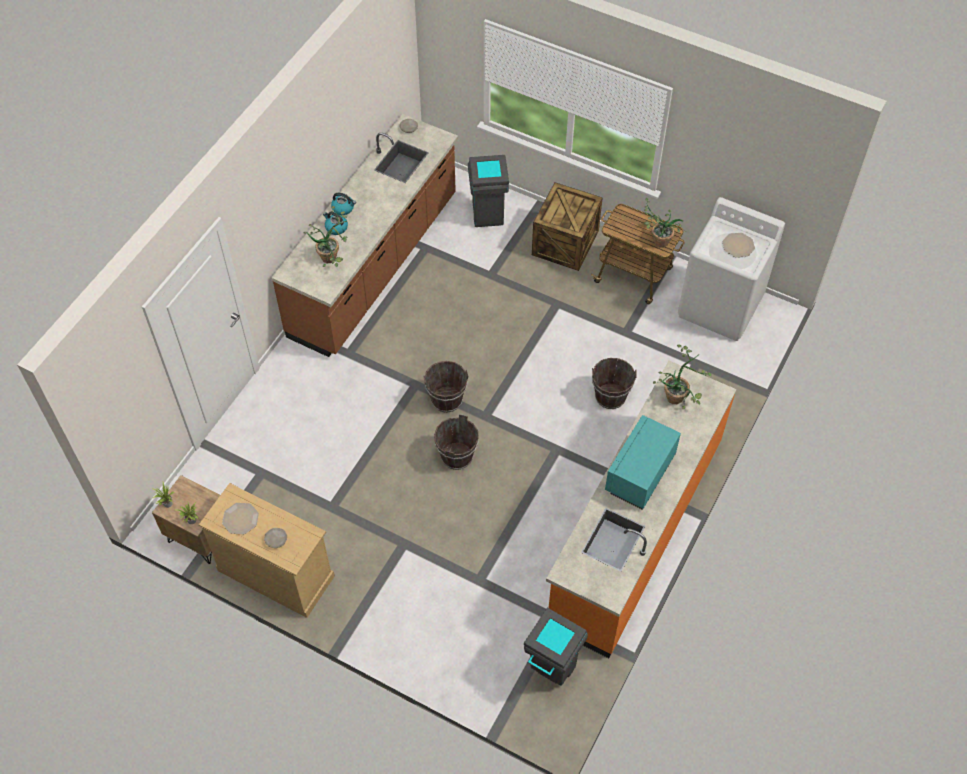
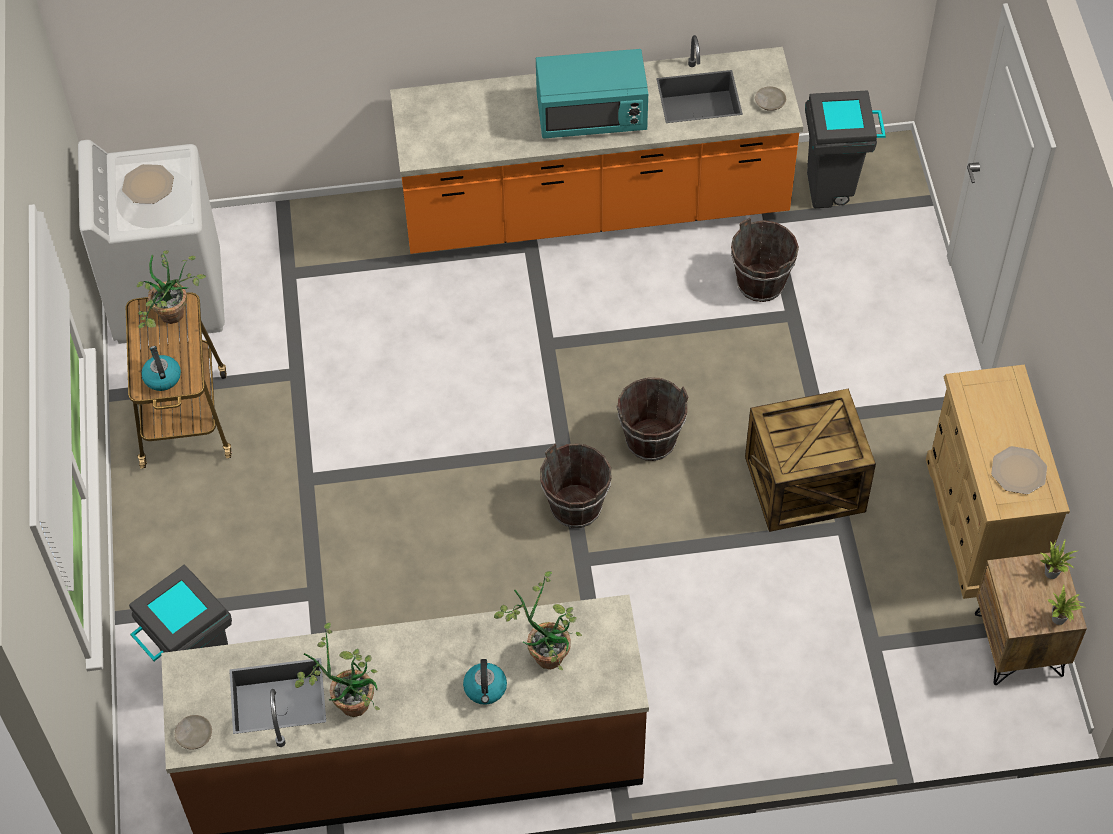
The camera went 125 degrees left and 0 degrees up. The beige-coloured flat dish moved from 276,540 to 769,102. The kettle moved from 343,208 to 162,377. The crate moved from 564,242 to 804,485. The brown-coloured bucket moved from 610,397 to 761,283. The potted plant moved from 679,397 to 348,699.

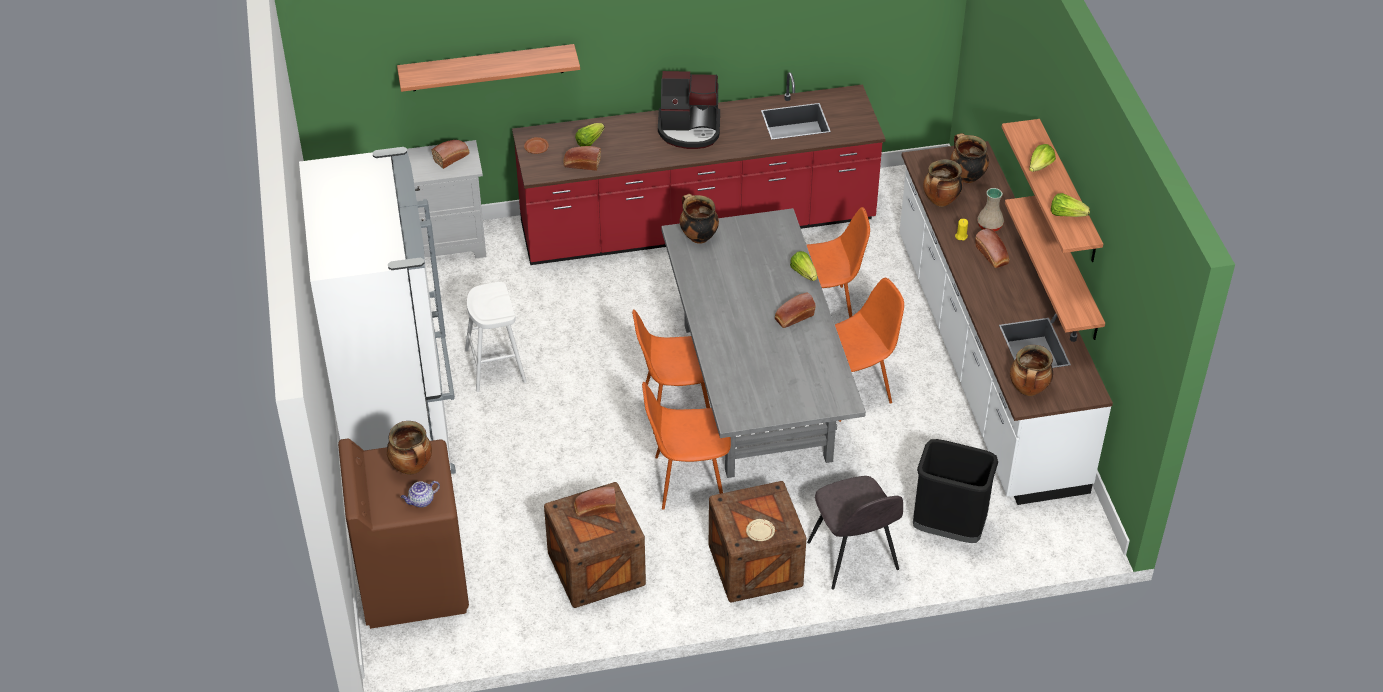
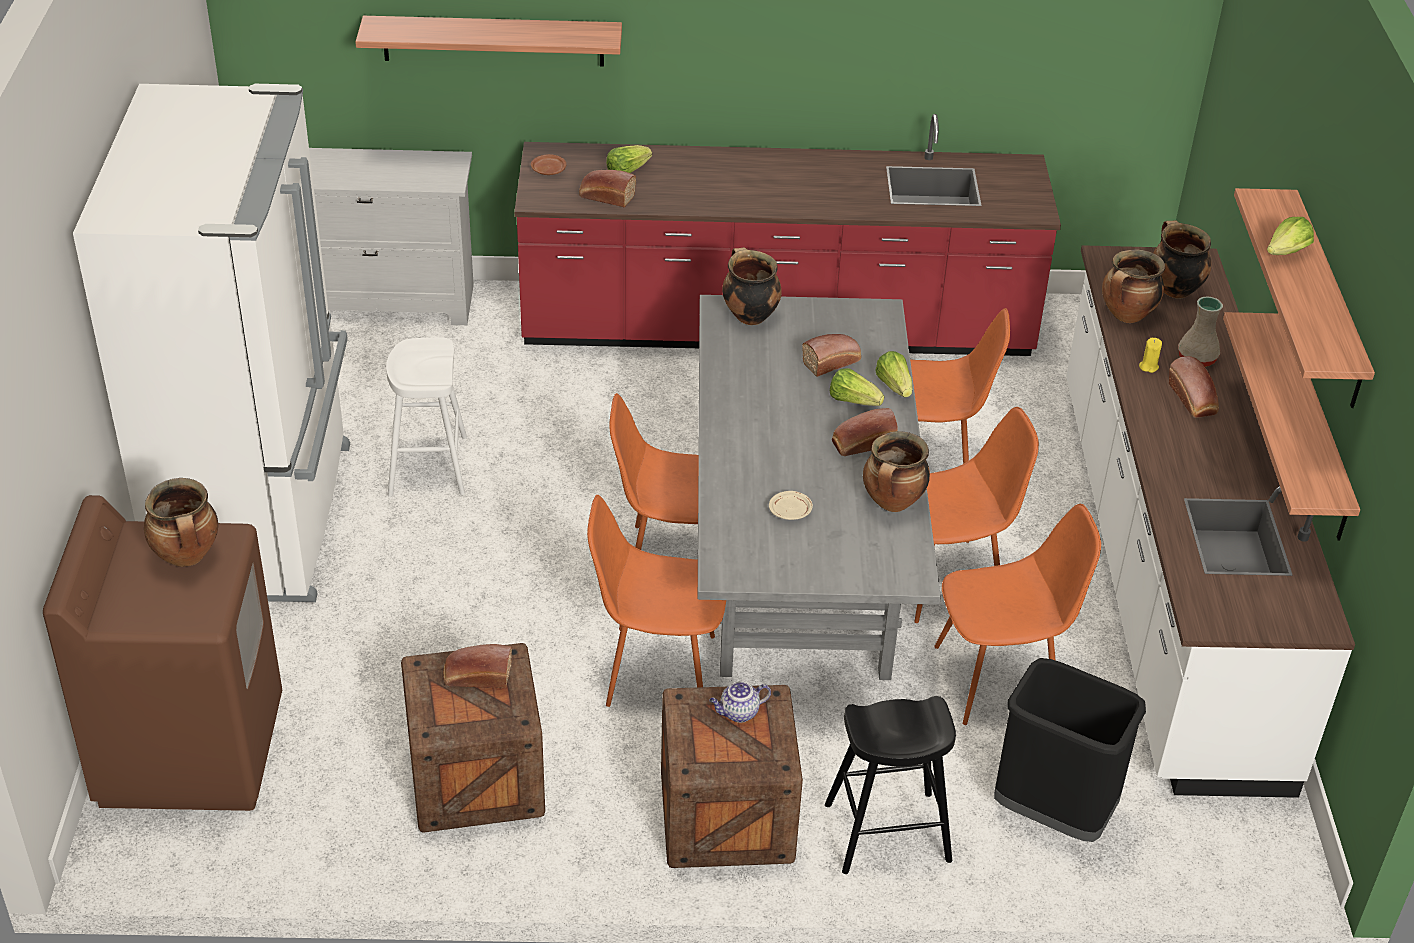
The camera went 10 degrees right and 5 degrees down. The tea pot moved from 421,501 to 738,713. The bakery bread moved from 452,157 to 832,362. The coffee machine at 689,130 disappeared. The beige-coloured flat dish moved from 760,533 to 790,511. The grey plain chair at 853,558 was replaced by the black-coloured sitting stool at 888,832. The cooking pot moved from 1029,390 to 893,503. The head of lettuce moved from 1066,214 to 853,400. The orangey plain chair at 1000,679 appeared.

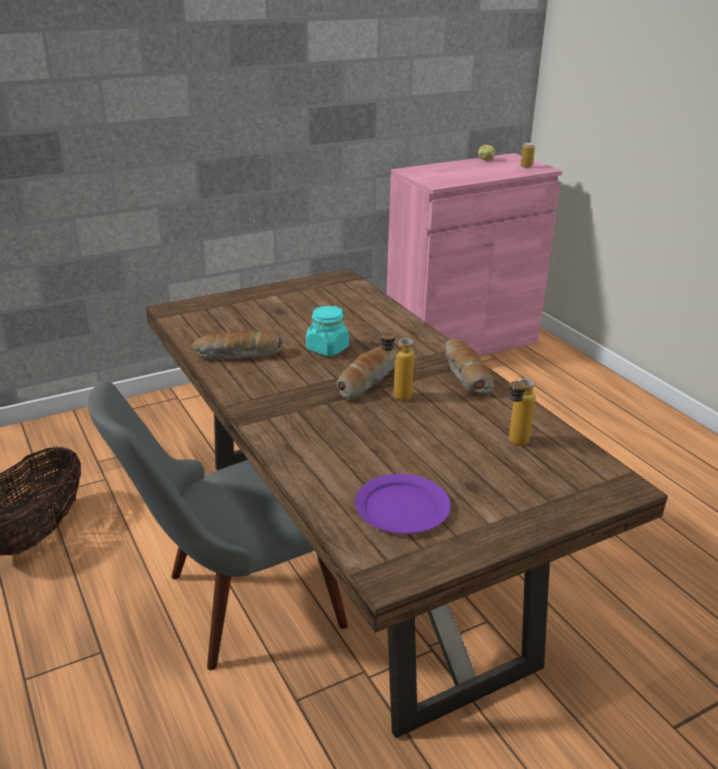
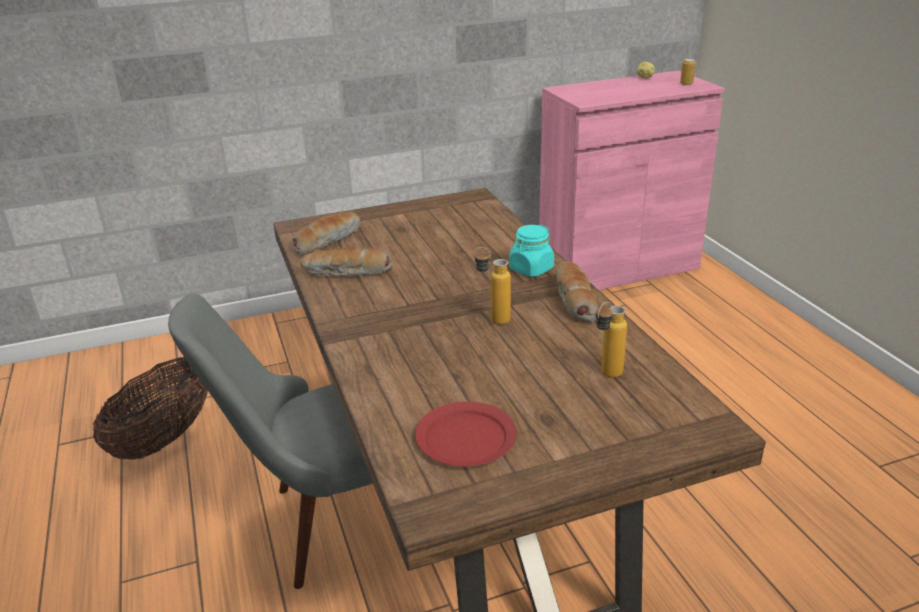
The camera went 10 degrees right and 0 degrees up. The blue-green storage jar moved from 327,349 to 531,269. The bakery bread moved from 366,380 to 327,241. The purple flat dish at 402,508 became the reddish flat dish at 465,438.

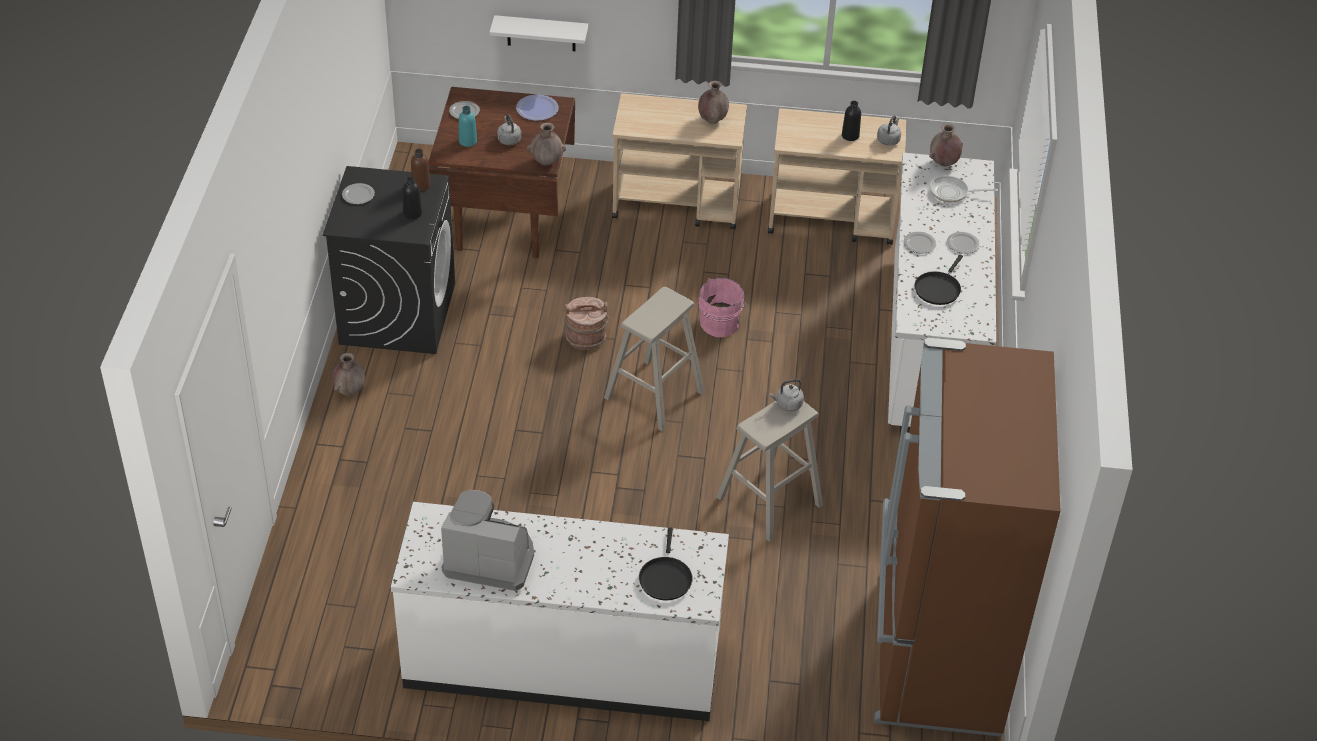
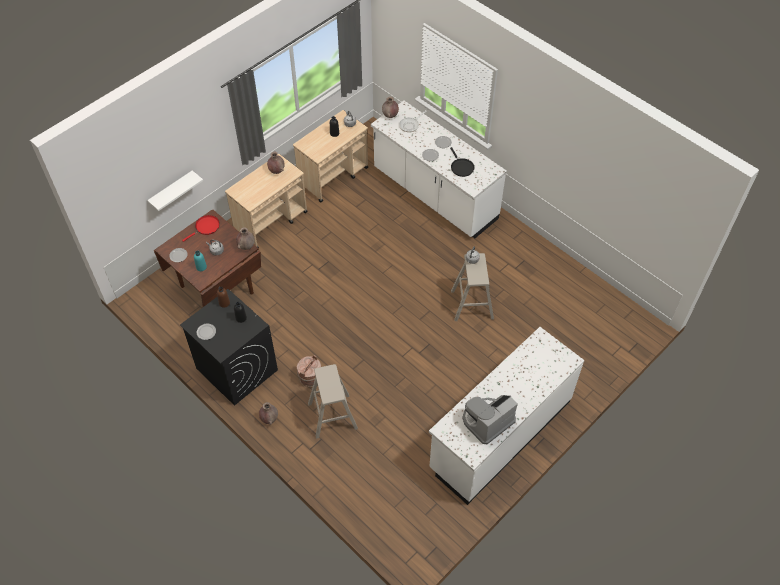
The camera went 50 degrees left and 10 degrees up. The flat dish at 537,109 was replaced by the reddish pan at 206,227. The brown-coloured bucket moved from 586,337 to 310,377. The beige-coloured sitting stool moved from 654,394 to 332,416. The black-coloured pan at 665,578 disappeared. The pink-coloured bucket at 721,322 disappeared. The brown-coloured fridge at 935,653 disappeared.

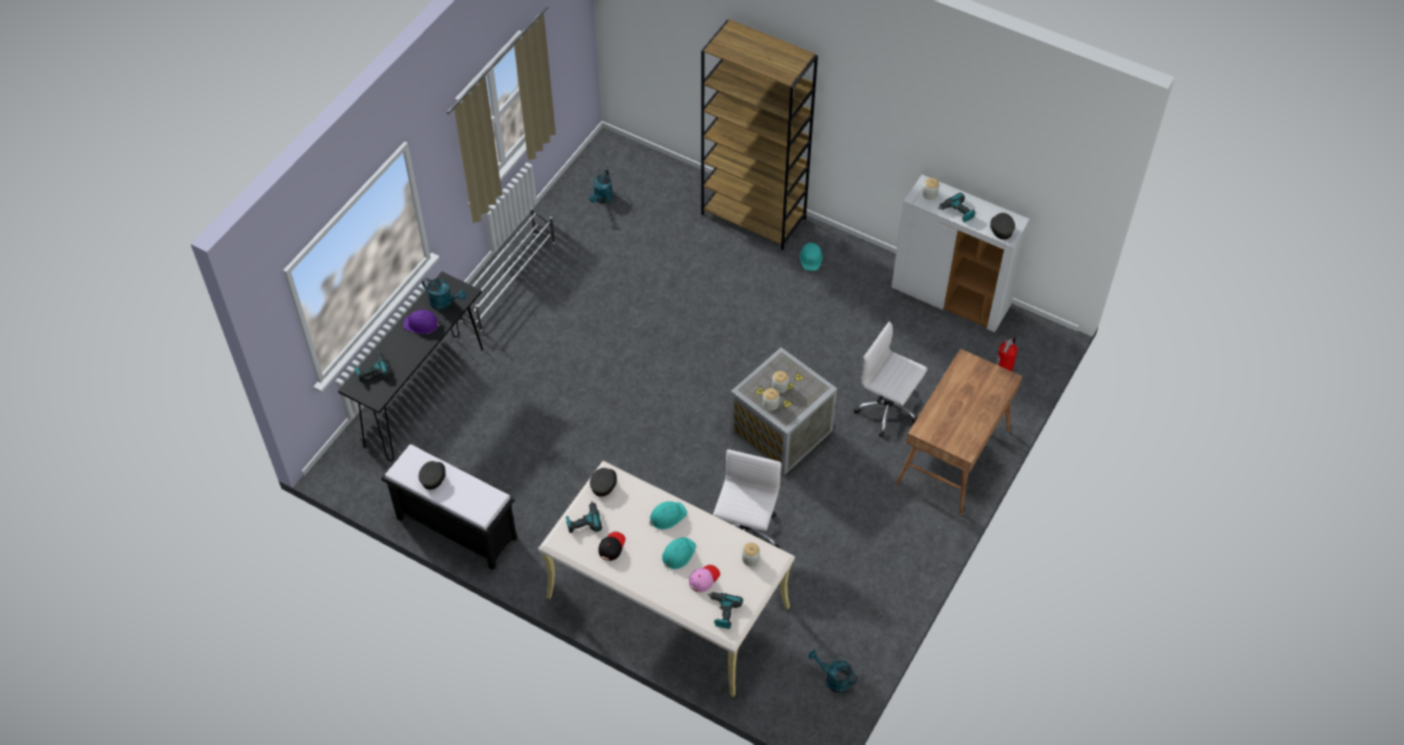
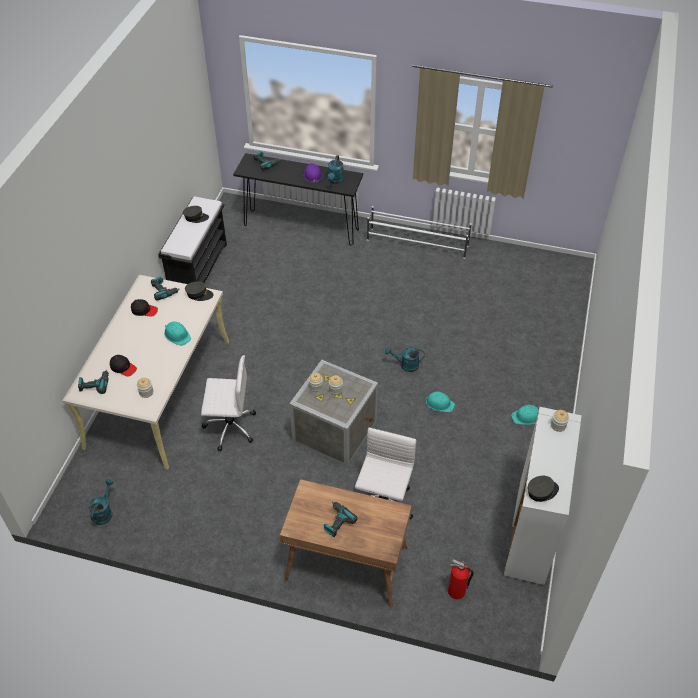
The camera went 75 degrees right and 5 degrees down. The blue-green sprinkling can moved from 602,198 to 406,365. The blue-green work helmet moved from 678,554 to 439,403. The pink-coloured cap at 704,579 became the black-coloured cap at 123,368. The brown-coloured bookcase at 754,216 disappeared. The power drill moved from 957,212 to 336,521.

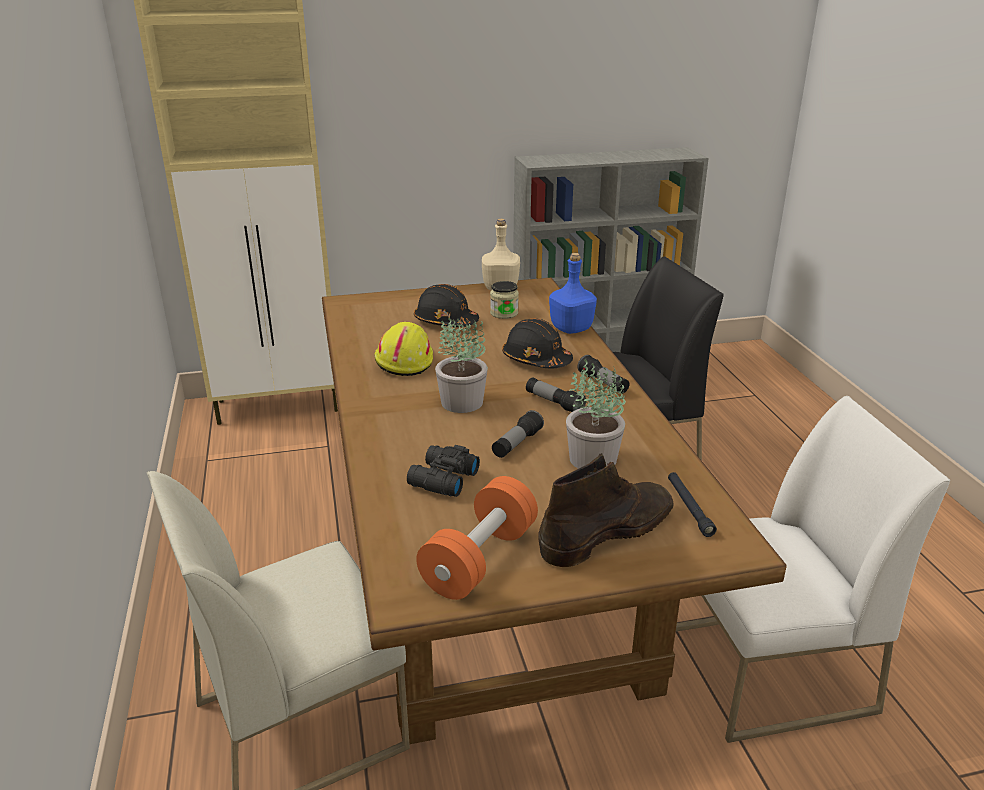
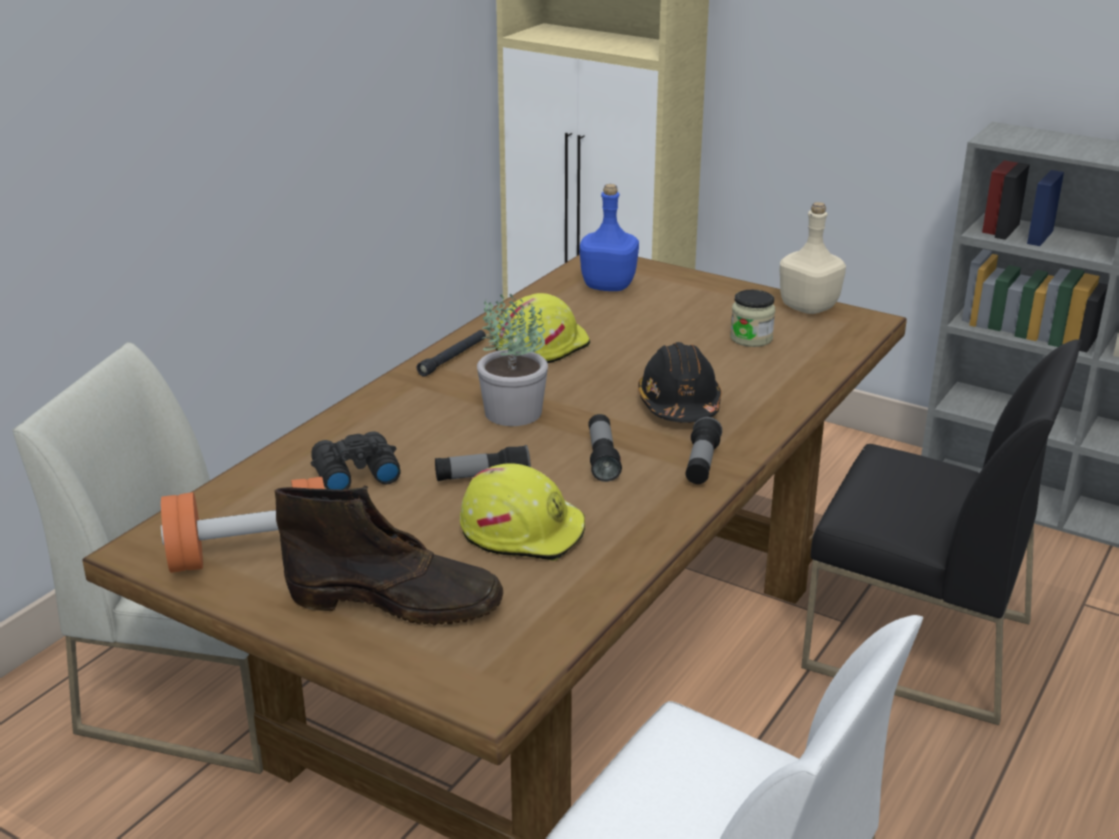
The camera went 45 degrees right and 0 degrees up. The black-coloured work helmet at 445,322 disappeared. The blue-coloured drink bottle moved from 570,329 to 607,285. The potted plant at 591,459 was replaced by the yellowish work helmet at 522,530. The black-coloured flashlight moved from 689,508 to 453,358.

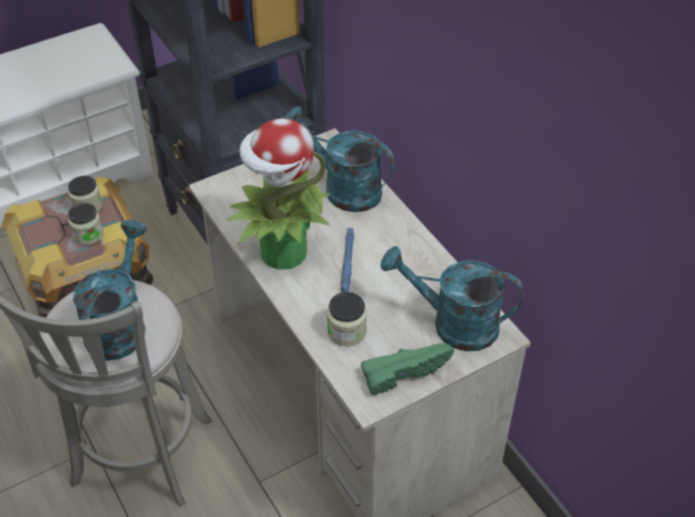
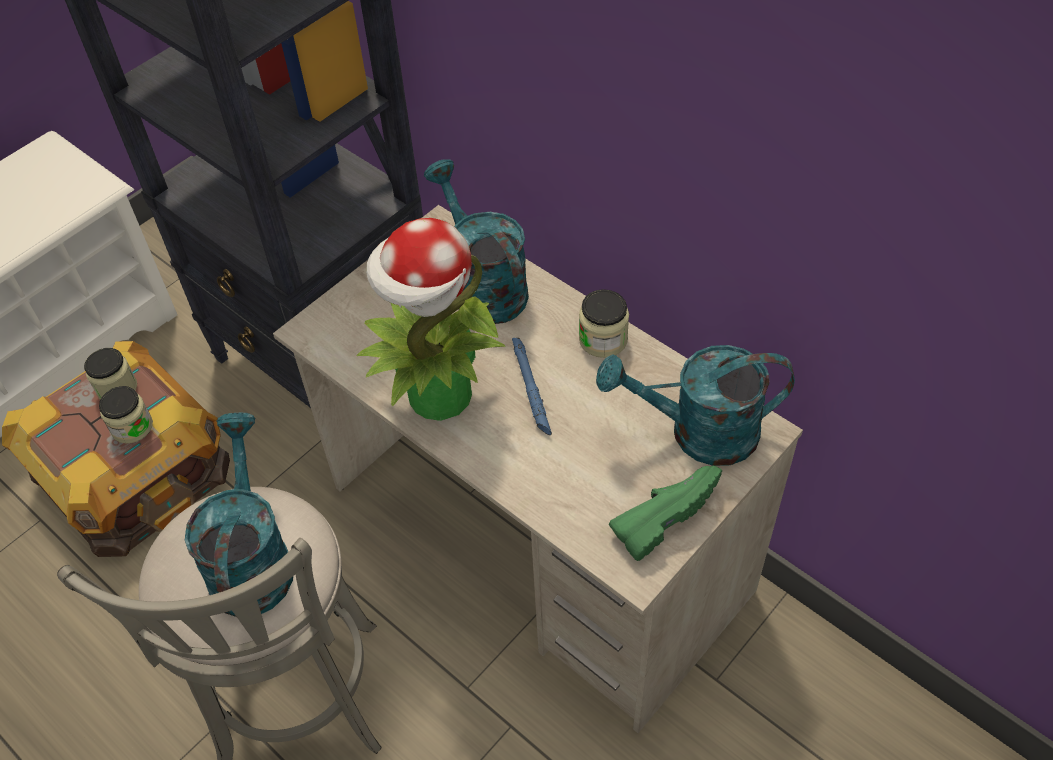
The camera went 15 degrees left and 5 degrees up. The blue-green sprinkling can at 343,188 turned 45 degrees clockwise. The storage jar moved from 346,332 to 603,339.

